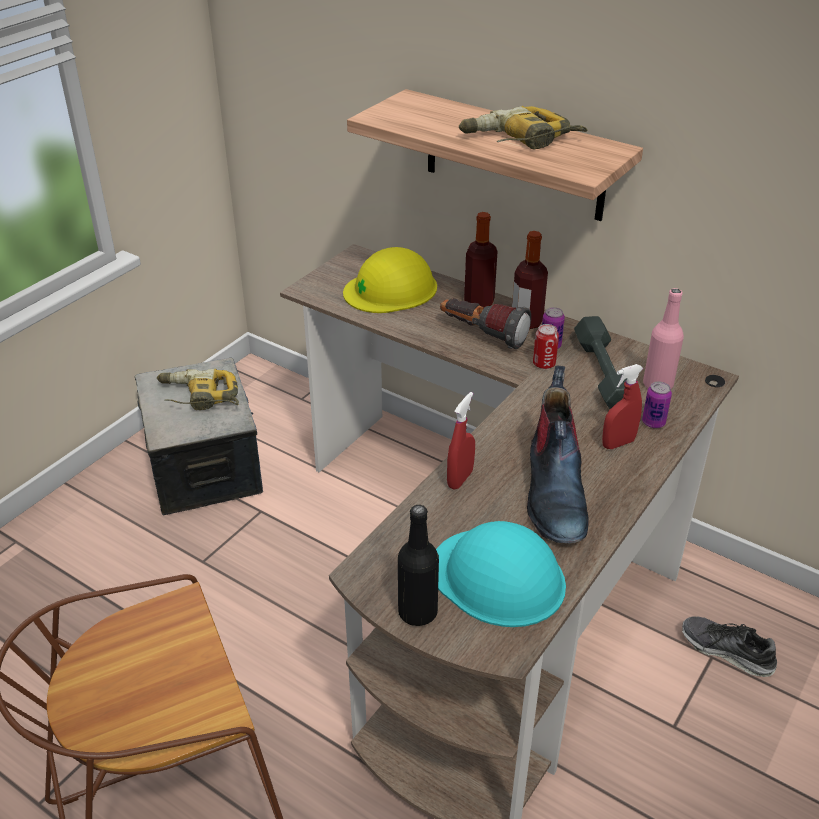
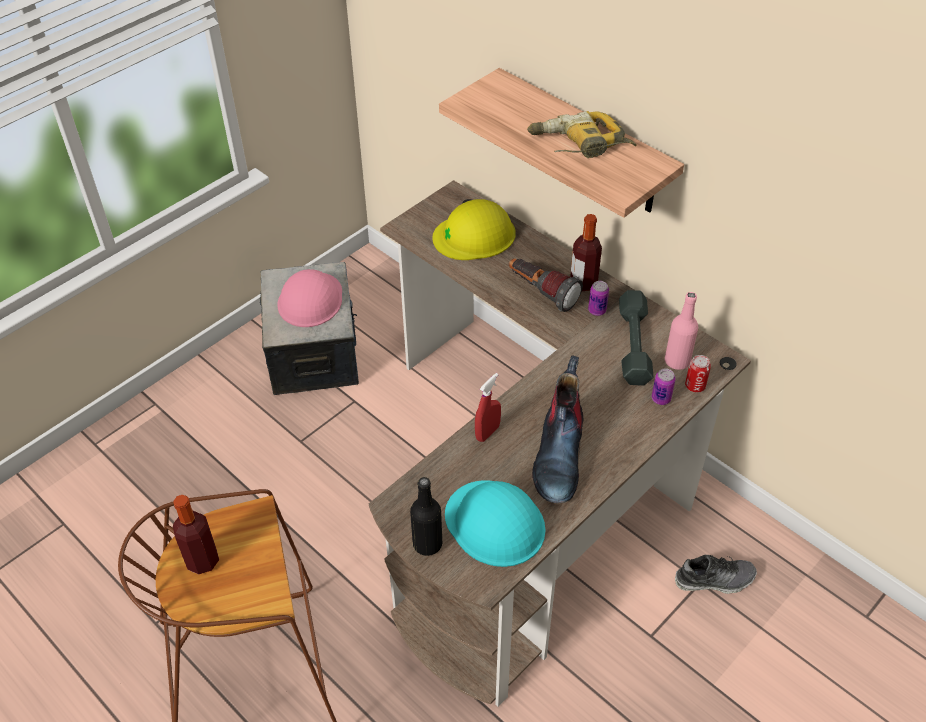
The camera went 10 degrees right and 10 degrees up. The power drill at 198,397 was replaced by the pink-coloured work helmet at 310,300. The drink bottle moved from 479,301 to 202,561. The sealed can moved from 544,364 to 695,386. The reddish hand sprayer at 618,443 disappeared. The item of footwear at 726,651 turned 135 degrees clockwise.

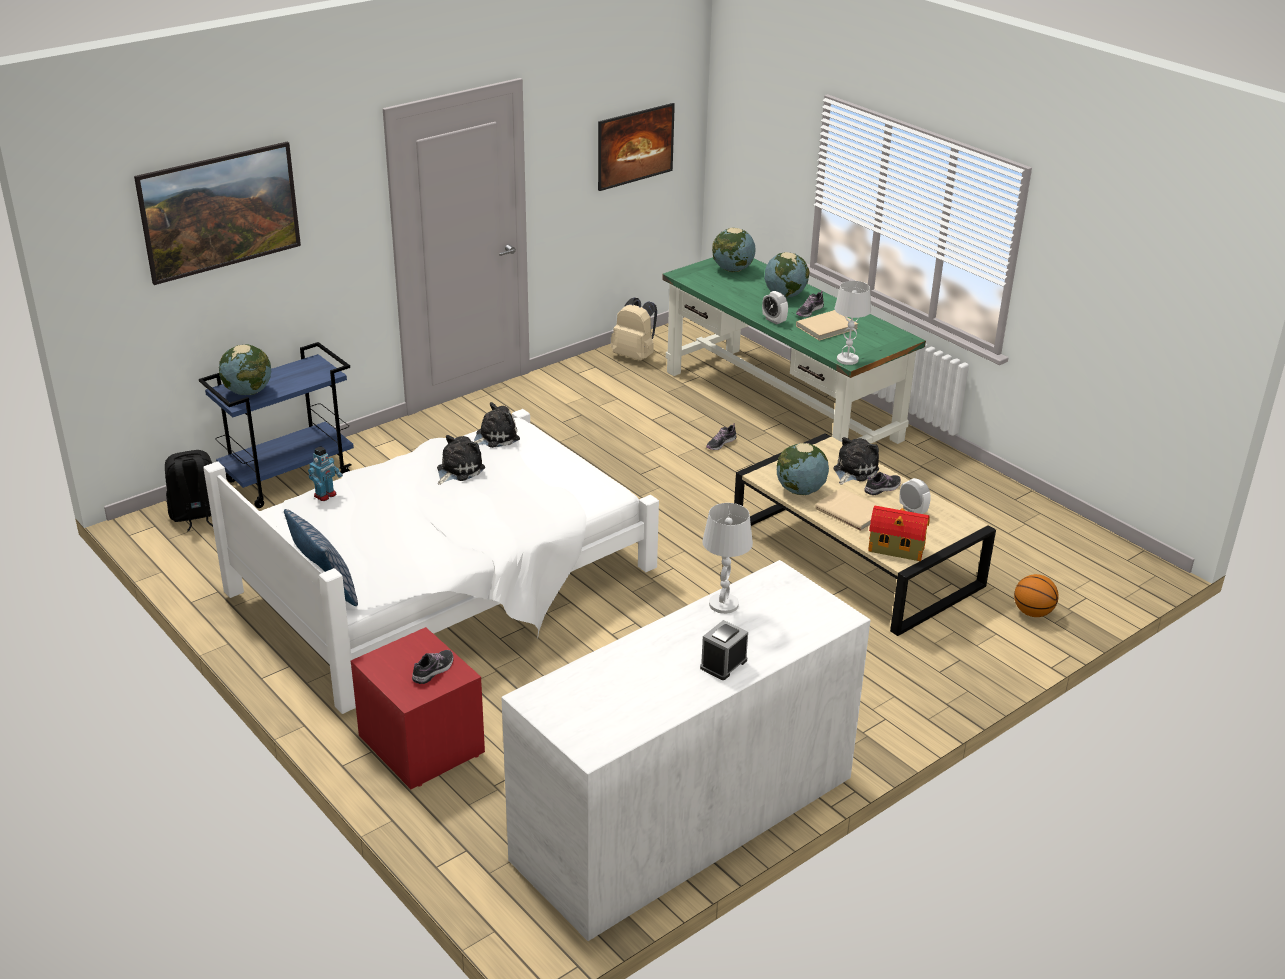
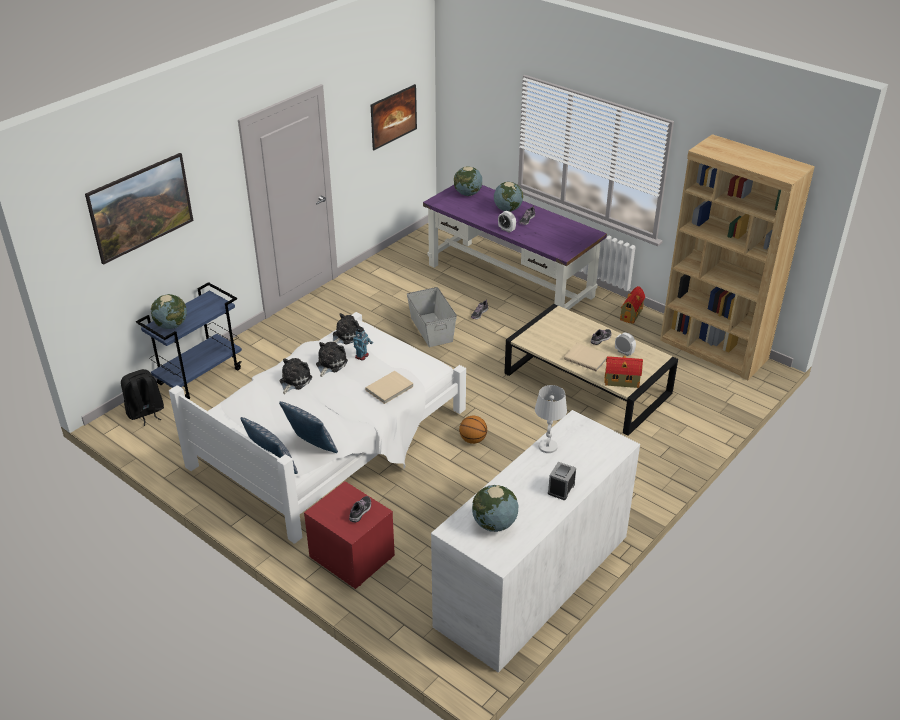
The camera went 10 degrees left and 5 degrees up. The toy robot moved from 325,495 to 362,356. The beige-coloured rucksack at 635,356 disappeared. The greenish desk unit at 782,405 became the purple desk unit at 511,280. The desk globe moved from 800,491 to 494,524. The beige-coloured book moved from 827,328 to 390,389. The plush toy moved from 853,471 to 294,381. The white table lamp at 847,359 disappeared. The basketball ball moved from 1032,613 to 473,440. The pillow at 312,447 appeared. The grey storage box at 431,329 appeared. The toy house at 631,314 appeared. The brown-coloured bookcase at 713,350 appeared.

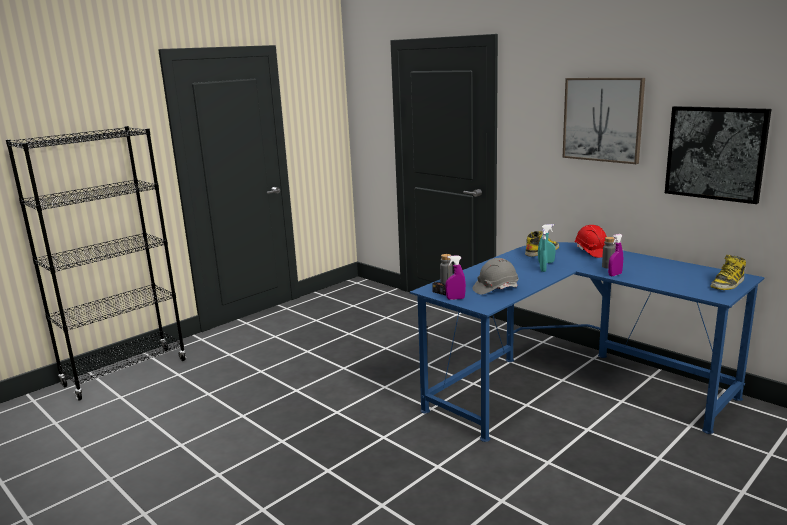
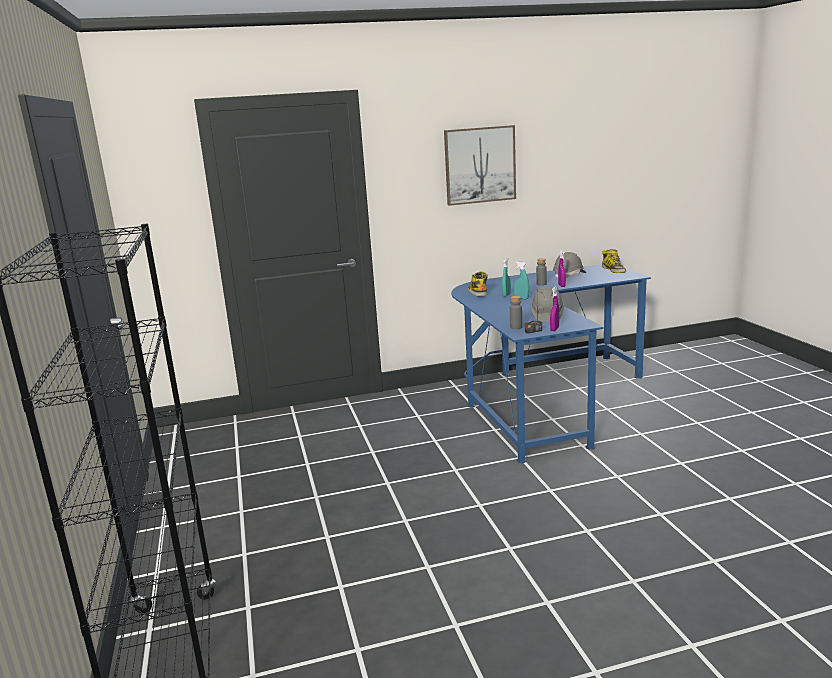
The camera went 60 degrees left and 0 degrees up. The reddish work helmet at 591,252 disappeared. The wall picture at 715,153 disappeared. The grey work helmet at 569,275 appeared.

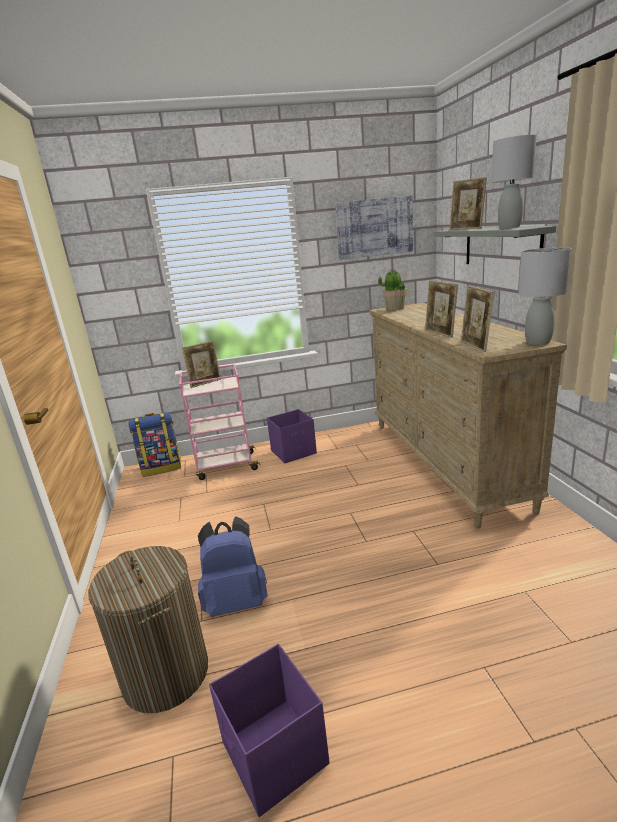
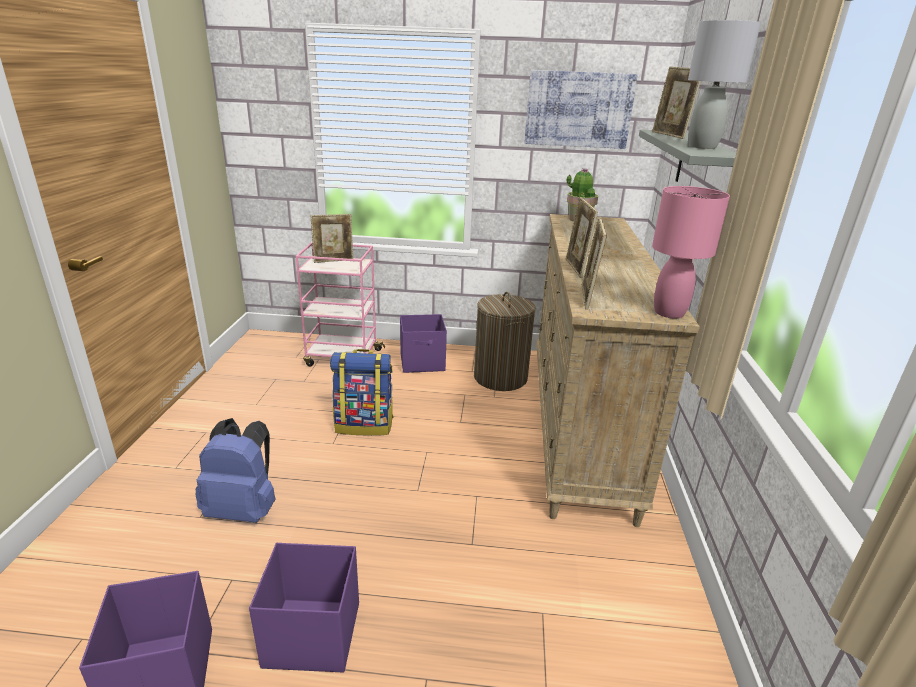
The camera went 15 degrees right and 5 degrees up. The washing basket moved from 166,674 to 500,377. The rucksack moved from 162,467 to 365,425. The grey table lamp at 538,342 became the pink-coloured table lamp at 669,313. The purple storage box at 311,634 appeared.

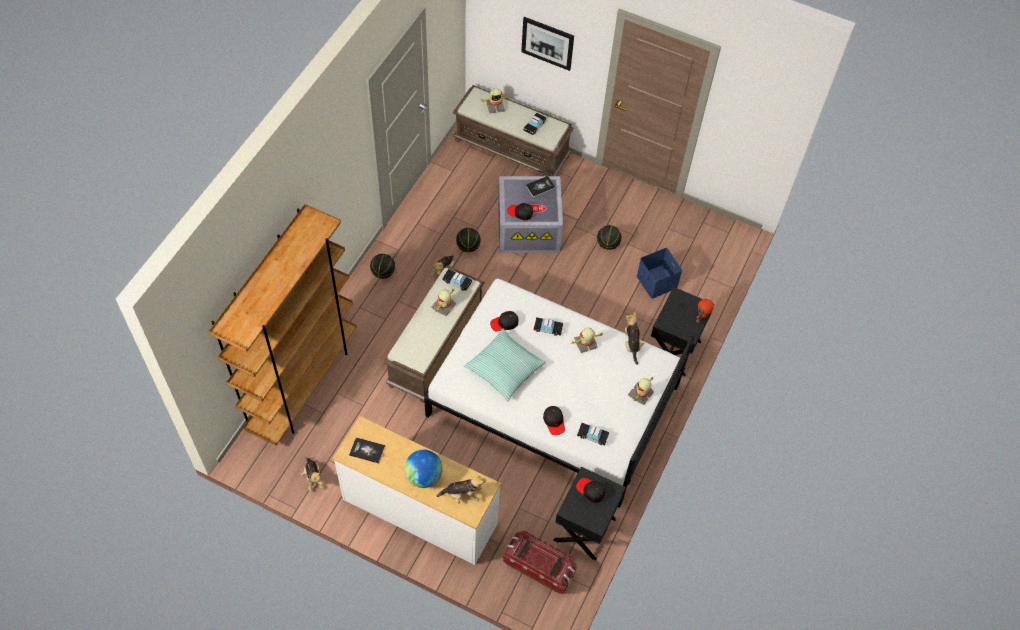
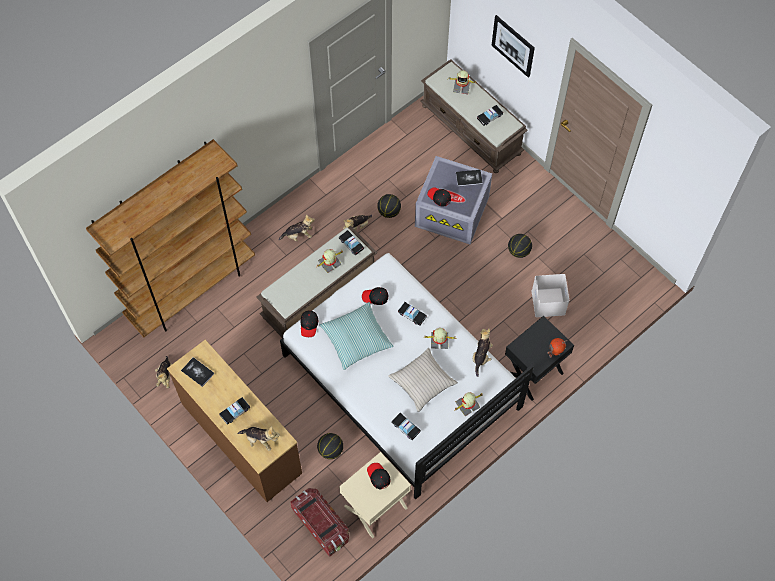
The camera went 25 degrees right and 5 degrees up. The white chest of drawers at 419,512 became the brown-coloured chest of drawers at 240,438. The basketball ball moved from 383,273 to 330,450. The desk globe at 424,476 was replaced by the toy car at 235,412. The black-coloured cap moved from 554,421 to 309,325. The black-coloured night table at 585,529 became the beige-coloured night table at 376,507. The blue-coloured storage box at 657,282 became the white storage box at 549,303. The plush toy at 298,235 appeared. The beige-coloured pillow at 423,382 appeared.

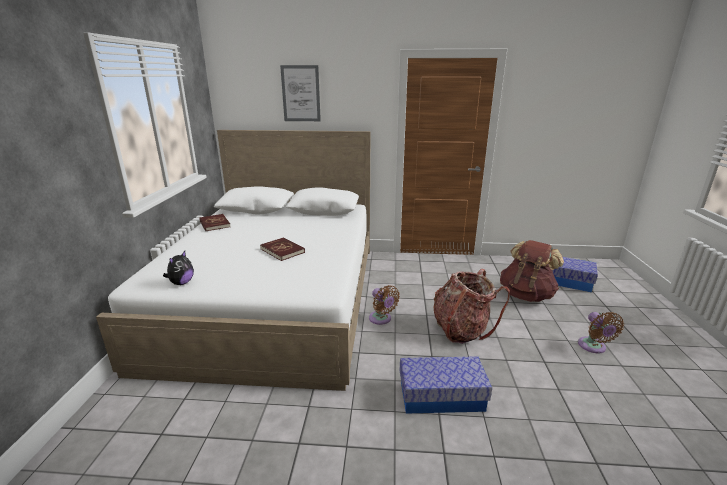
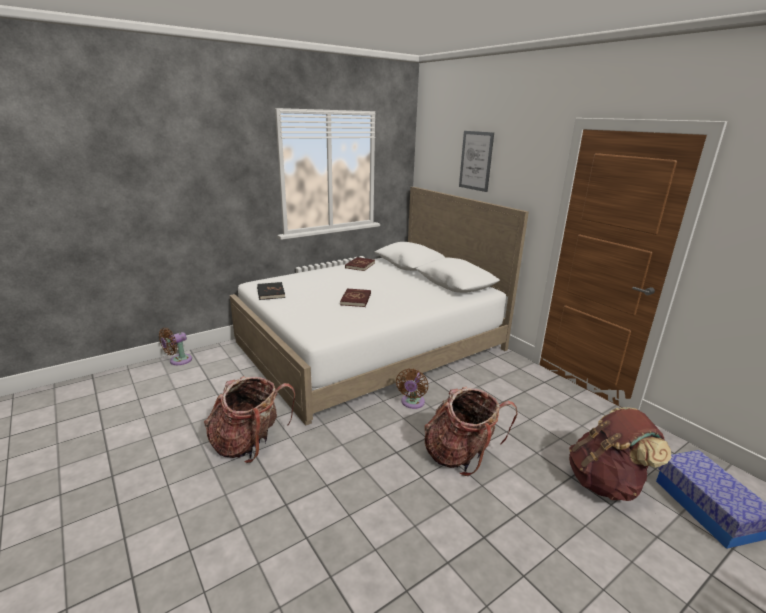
The camera went 50 degrees right and 0 degrees up. The plush toy at 181,283 was replaced by the black-coloured book at 270,292. The storage box at 441,396 disappeared. The brown-coloured electric fan moved from 593,347 to 178,361. The rucksack at 249,444 appeared.

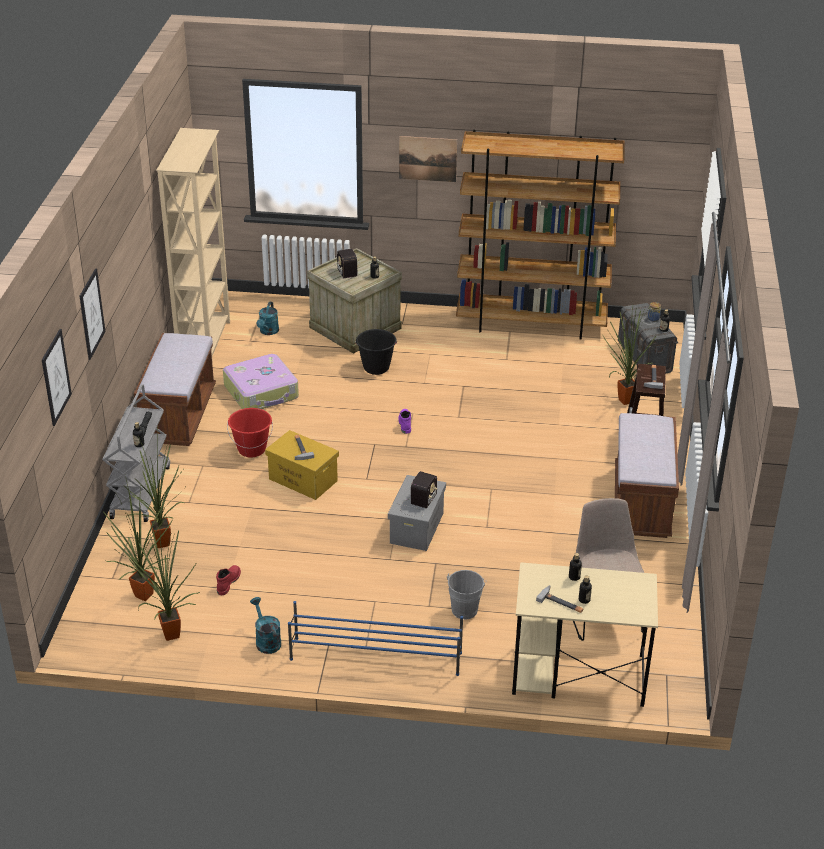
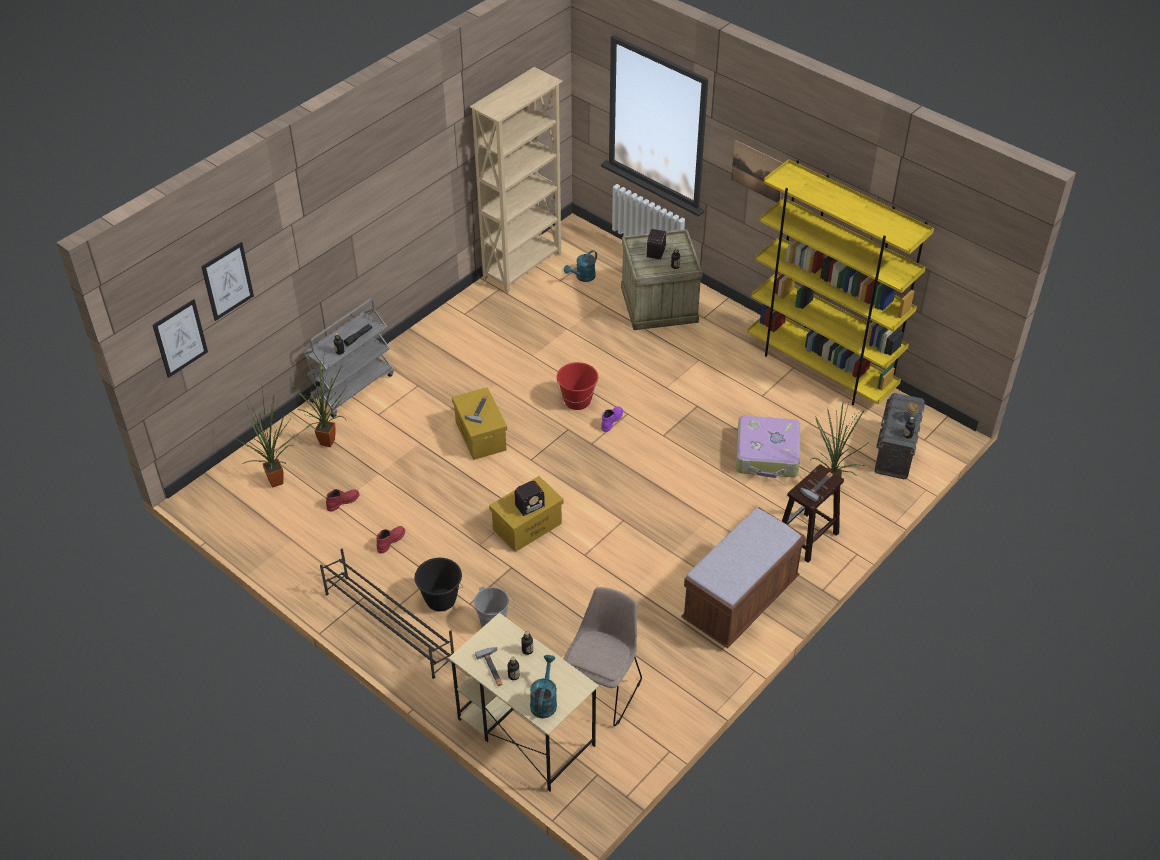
The camera went 35 degrees right and 10 degrees up. The wall picture moved from 91,314 to 180,338. The potted plant at 168,635 disappeared. The brown-coloured long seat at 179,416 disappeared. The suitcase moved from 262,392 to 767,455. The reddish bucket moved from 252,449 to 577,401. The blue-green sprinkling can moved from 266,640 to 544,701. The blue-coloured shoe rack at 375,656 became the black-coloured shoe rack at 388,625. The black-coloured bucket moved from 376,368 to 440,600. The grey storage box at 416,527 became the yellowish storage box at 527,526. The brown-coloured bookcase at 531,324 became the yellowish bookcase at 821,369. The reddish high-top boot at 390,541 appeared.

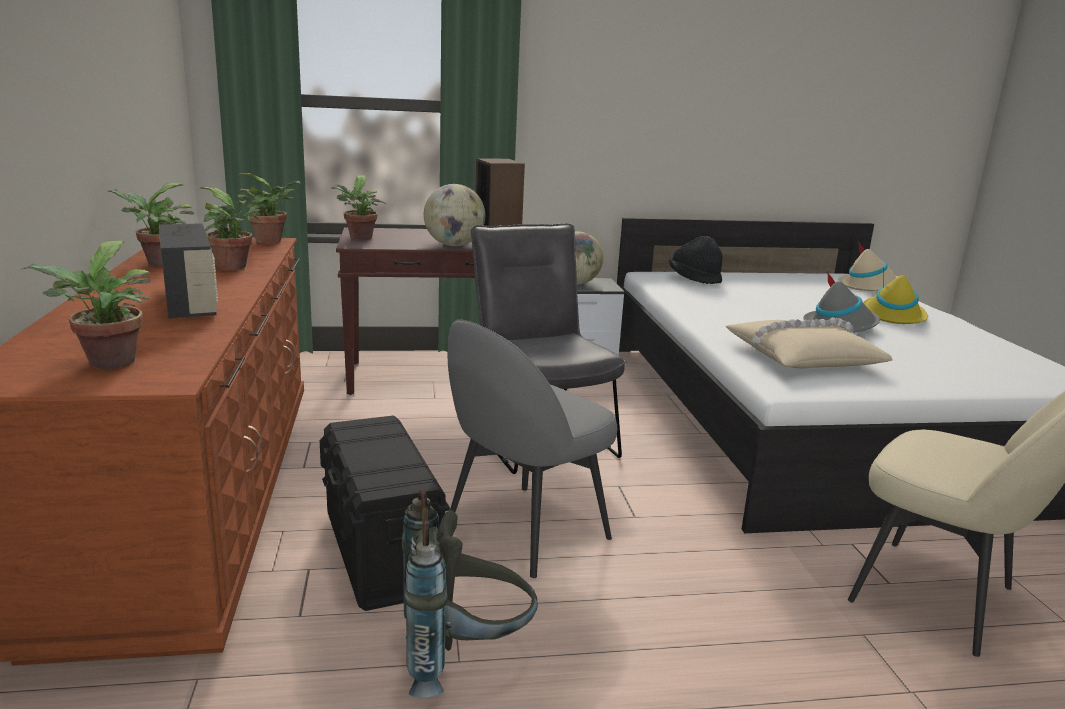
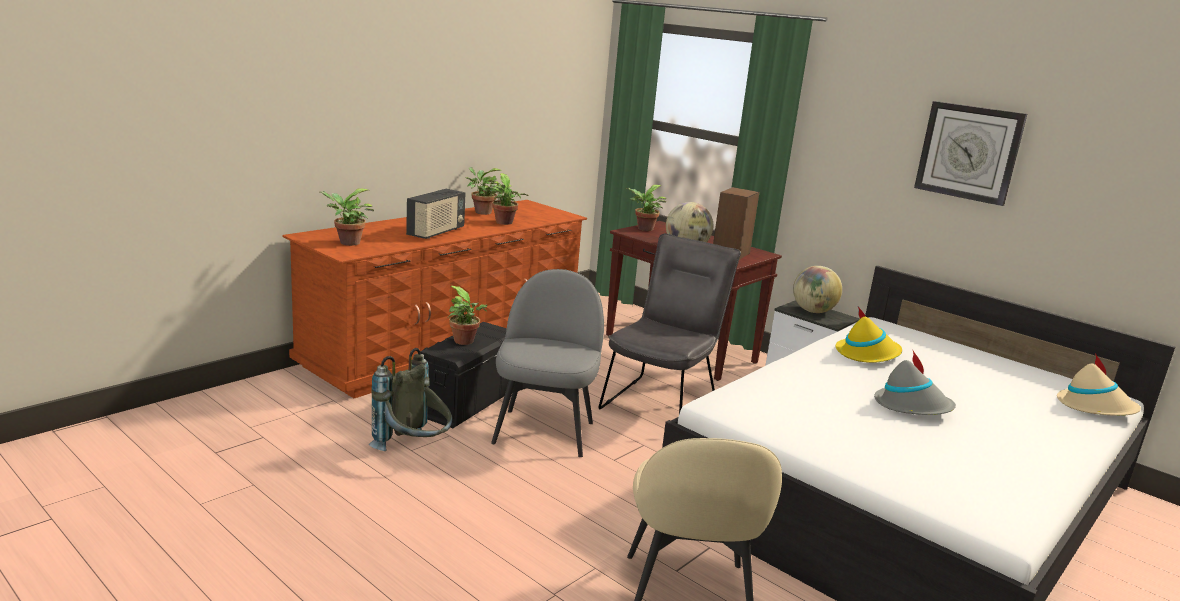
The camera went 50 degrees right and 0 degrees up. The potted plant moved from 272,241 to 466,342. The grey plain chair at 524,530 turned 90 degrees clockwise. The black-coloured hat at 694,278 disappeared. The beige-coloured pillow at 801,357 disappeared. The yellowish hat moved from 892,315 to 867,354. The clock on the wall at 969,152 appeared.

